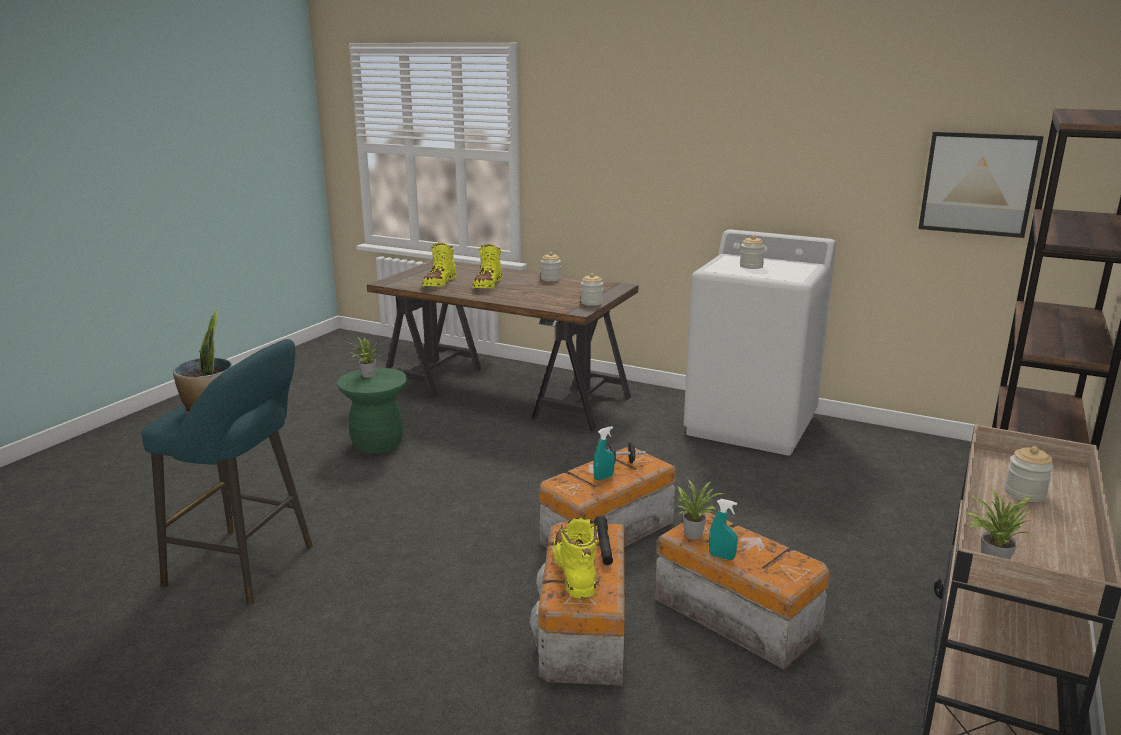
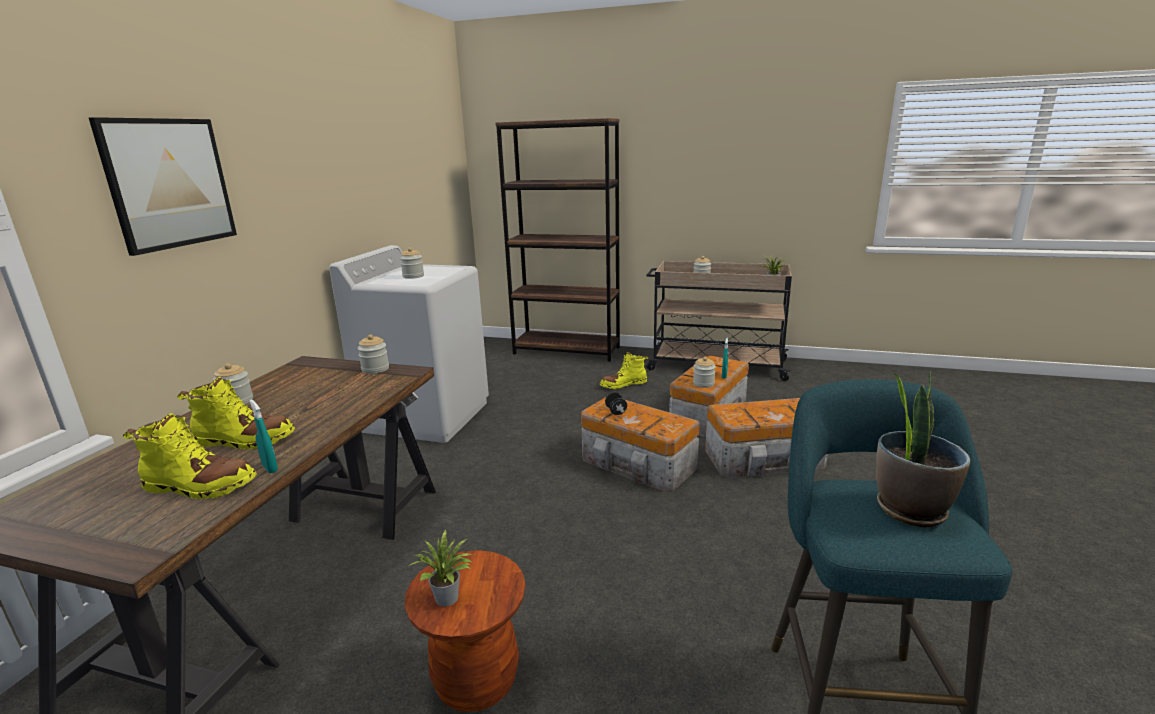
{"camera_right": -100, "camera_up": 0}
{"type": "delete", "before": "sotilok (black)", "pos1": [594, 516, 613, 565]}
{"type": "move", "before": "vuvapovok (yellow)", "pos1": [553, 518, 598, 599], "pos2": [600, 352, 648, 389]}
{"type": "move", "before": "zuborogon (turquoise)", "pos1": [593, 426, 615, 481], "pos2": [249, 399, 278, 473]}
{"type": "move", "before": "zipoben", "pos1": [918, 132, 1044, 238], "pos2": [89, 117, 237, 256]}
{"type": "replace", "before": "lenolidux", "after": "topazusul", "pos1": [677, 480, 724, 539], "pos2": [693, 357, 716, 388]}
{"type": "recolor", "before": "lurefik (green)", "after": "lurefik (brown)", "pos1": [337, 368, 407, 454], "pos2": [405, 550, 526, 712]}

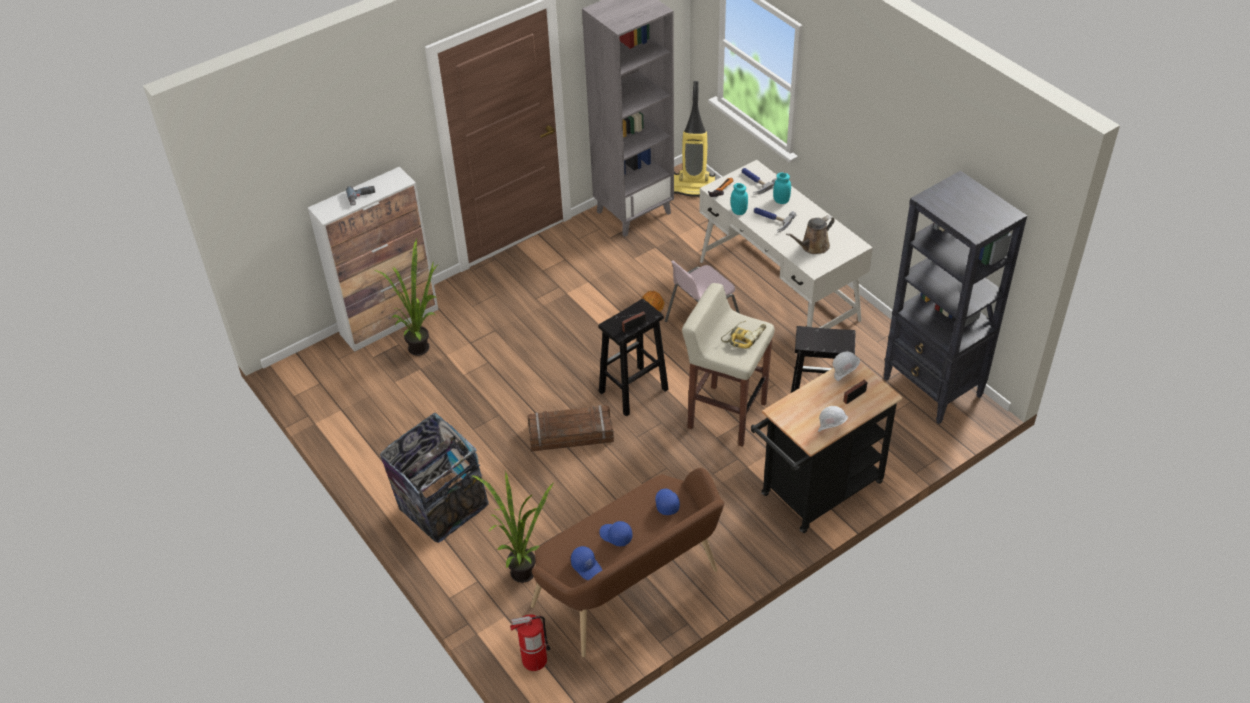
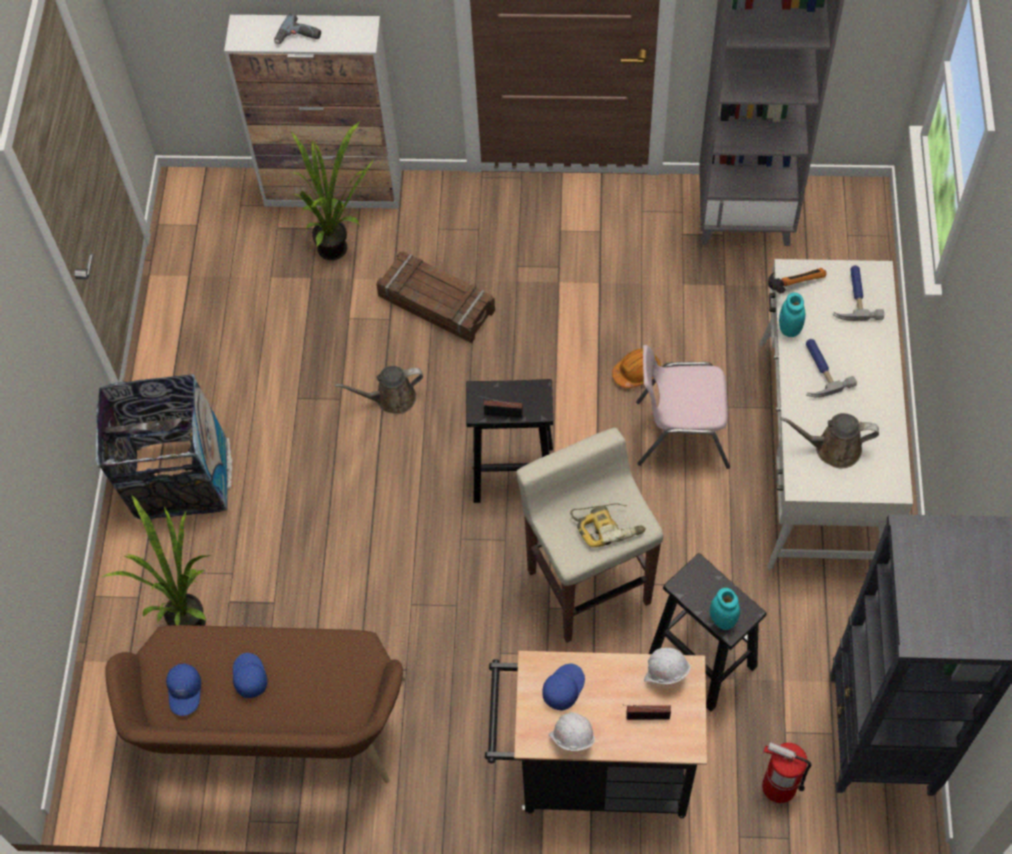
{"camera_right": 40, "camera_up": 15}
{"type": "delete", "before": "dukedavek", "pos1": [674, 81, 715, 197]}
{"type": "insert", "after": "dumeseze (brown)", "pos2": [335, 366, 423, 414]}
{"type": "move", "before": "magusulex", "pos1": [510, 614, 551, 671], "pos2": [762, 741, 811, 803]}
{"type": "move", "before": "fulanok", "pos1": [527, 405, 614, 452], "pos2": [376, 251, 495, 343]}
{"type": "move", "before": "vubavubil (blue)", "pos1": [655, 489, 680, 515], "pos2": [543, 664, 585, 711]}
{"type": "move", "before": "topazusul (turquoise)", "pos1": [773, 173, 791, 204], "pos2": [710, 588, 740, 630]}

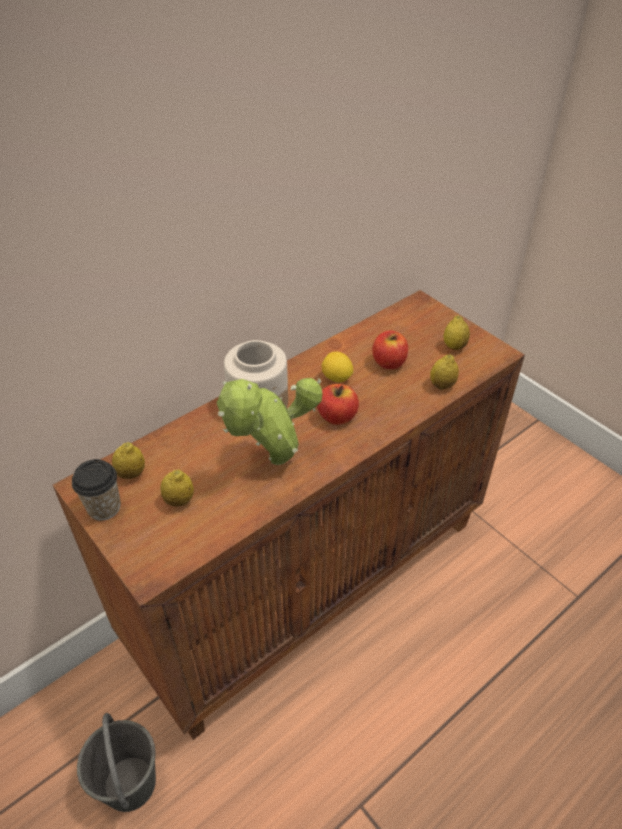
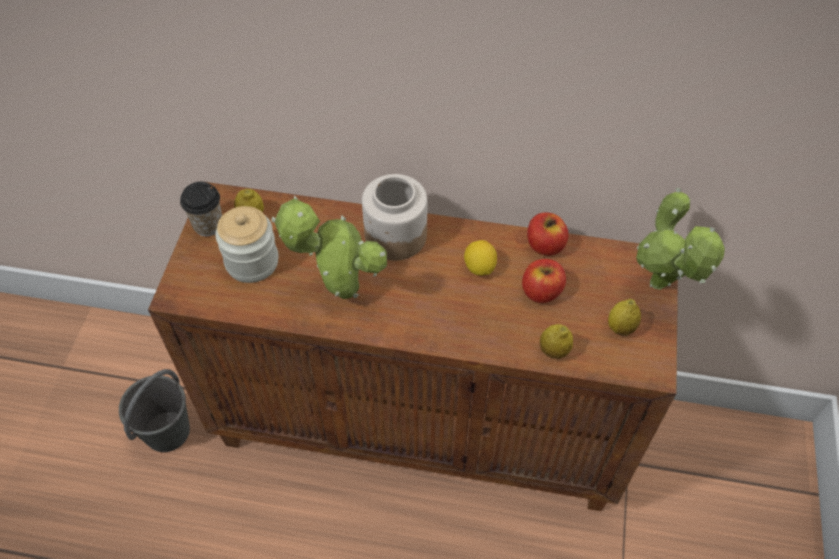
{"camera_right": 50, "camera_up": 10}
{"type": "insert", "after": "lenolidux", "pos2": [636, 188, 725, 290]}
{"type": "move", "before": "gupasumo", "pos1": [317, 384, 359, 425], "pos2": [527, 212, 569, 256]}
{"type": "replace", "before": "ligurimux", "after": "topazusul", "pos1": [160, 469, 194, 507], "pos2": [216, 206, 279, 283]}

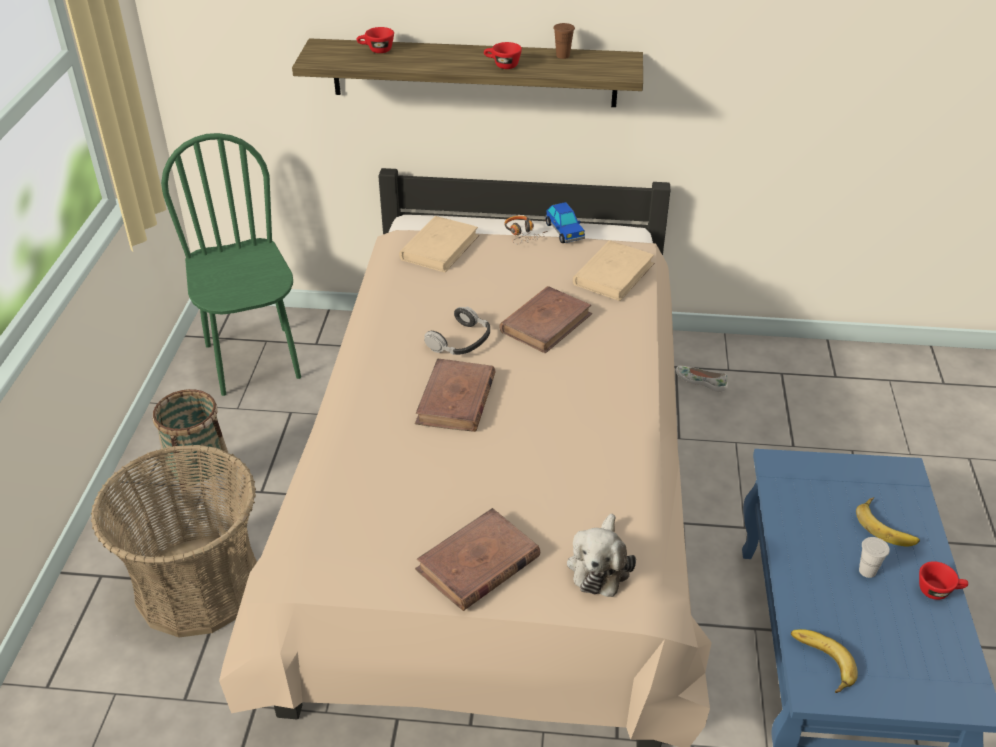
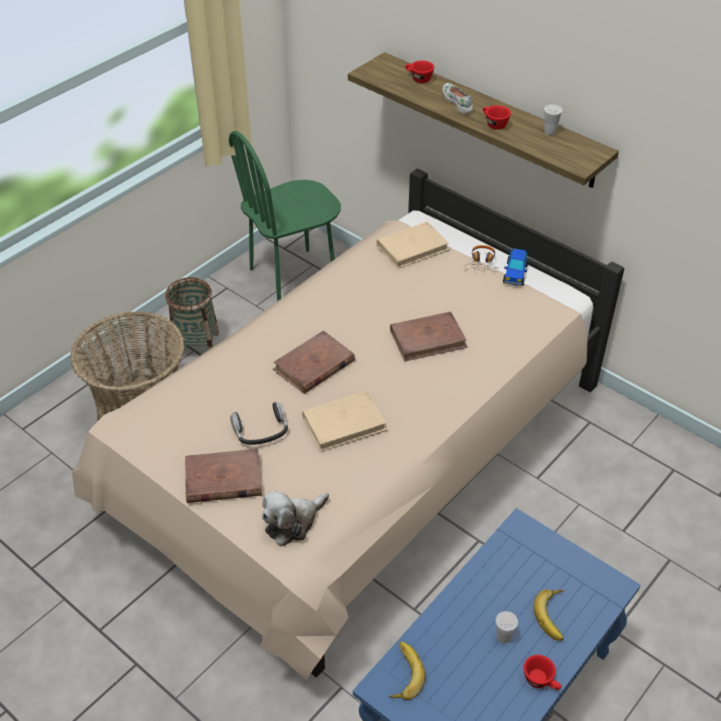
{"camera_right": 35, "camera_up": 5}
{"type": "move", "before": "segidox", "pos1": [424, 306, 490, 355], "pos2": [230, 402, 288, 445]}
{"type": "move", "before": "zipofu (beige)", "pos1": [573, 240, 654, 301], "pos2": [302, 391, 388, 452]}
{"type": "move", "before": "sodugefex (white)", "pos1": [676, 366, 728, 392], "pos2": [443, 83, 473, 114]}
{"type": "recolor", "before": "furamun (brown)", "after": "furamun (white)", "pos1": [553, 23, 575, 59], "pos2": [544, 105, 563, 135]}
{"type": "rotate", "before": "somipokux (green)", "pos1": [161, 133, 301, 396], "pos2": [229, 131, 341, 301], "turn": -135}

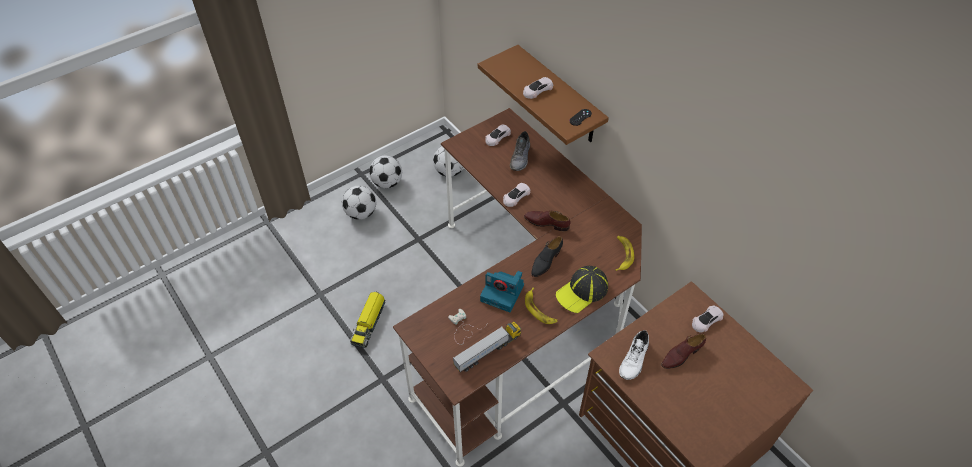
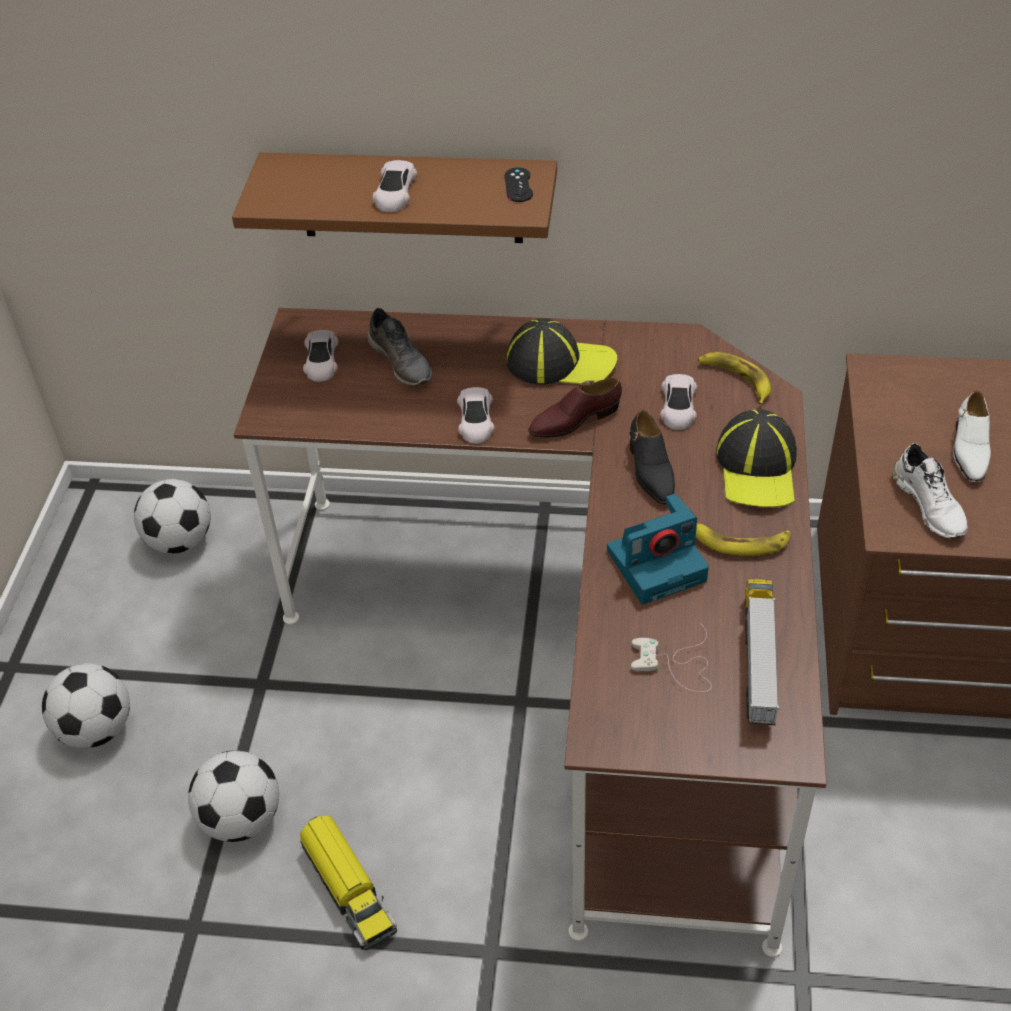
{"camera_right": -45, "camera_up": -5}
{"type": "insert", "after": "vubavubil", "pos2": [506, 318, 617, 384]}
{"type": "move", "before": "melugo", "pos1": [369, 156, 402, 188], "pos2": [188, 751, 279, 842]}
{"type": "move", "before": "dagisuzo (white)", "pos1": [692, 305, 724, 332], "pos2": [660, 374, 697, 430]}
{"type": "recolor", "before": "sodugefex (brown)", "after": "sodugefex (white)", "pos1": [661, 334, 706, 369], "pos2": [953, 391, 991, 482]}

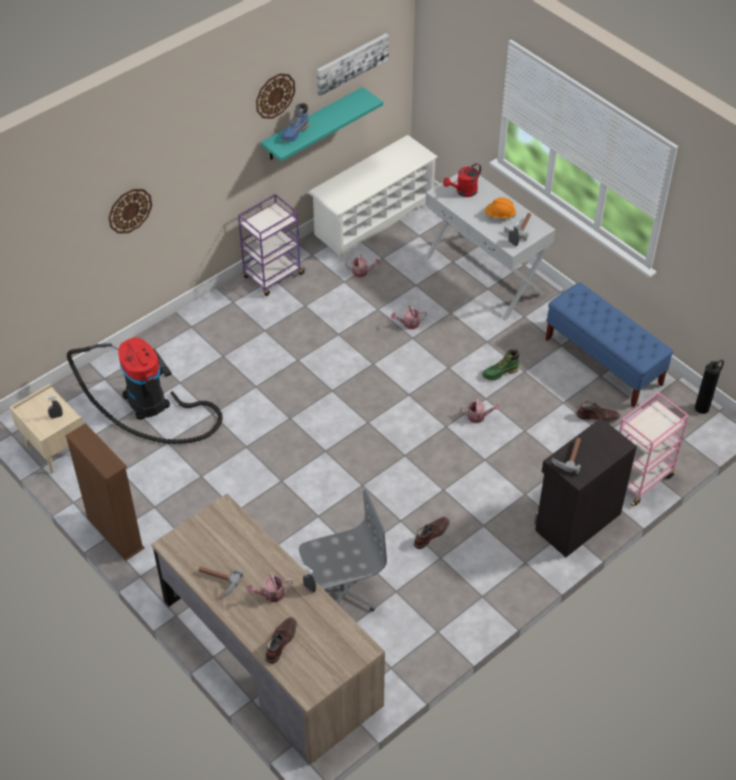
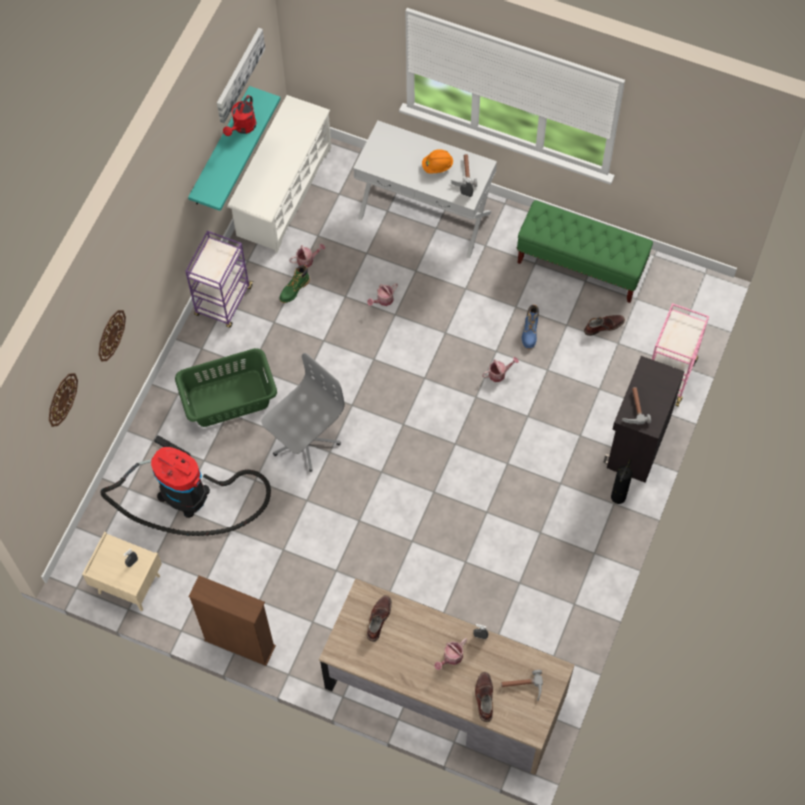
{"camera_right": -25, "camera_up": 15}
{"type": "insert", "after": "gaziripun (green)", "pos2": [175, 348, 277, 427]}
{"type": "move", "before": "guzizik", "pos1": [198, 566, 244, 597], "pos2": [501, 670, 543, 701]}
{"type": "move", "before": "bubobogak", "pos1": [256, 73, 295, 119], "pos2": [49, 373, 78, 427]}
{"type": "move", "before": "vuvapovok (blue)", "pos1": [281, 103, 309, 142], "pos2": [522, 305, 539, 349]}
{"type": "move", "before": "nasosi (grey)", "pos1": [299, 489, 387, 611], "pos2": [261, 353, 345, 472]}
{"type": "move", "before": "vuvapovok (brown)", "pos1": [414, 517, 450, 549], "pos2": [367, 595, 392, 642]}
{"type": "move", "before": "dumeseze (red)", "pos1": [443, 163, 481, 197], "pos2": [223, 95, 256, 136]}
{"type": "move", "before": "vuvapovok (green)", "pos1": [482, 349, 520, 380], "pos2": [279, 265, 310, 303]}
{"type": "move", "before": "magusulex", "pos1": [695, 360, 724, 414], "pos2": [611, 459, 633, 504]}
{"type": "recolor", "before": "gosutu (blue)", "after": "gosutu (green)", "pos1": [546, 282, 674, 407], "pos2": [517, 200, 653, 303]}

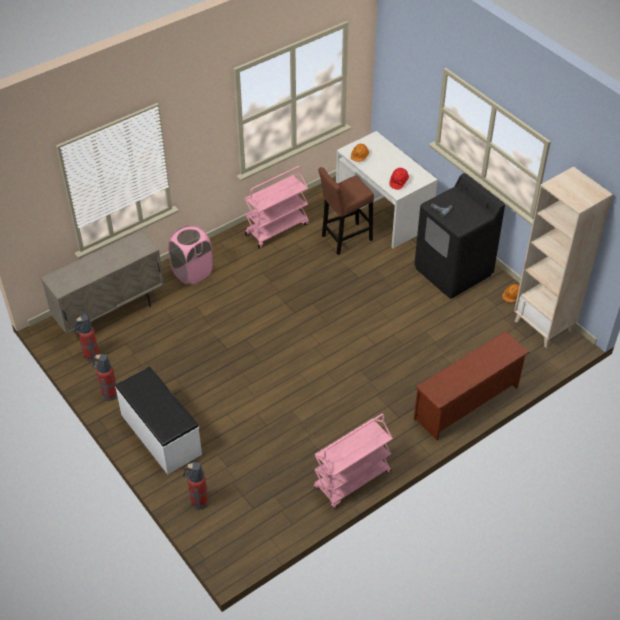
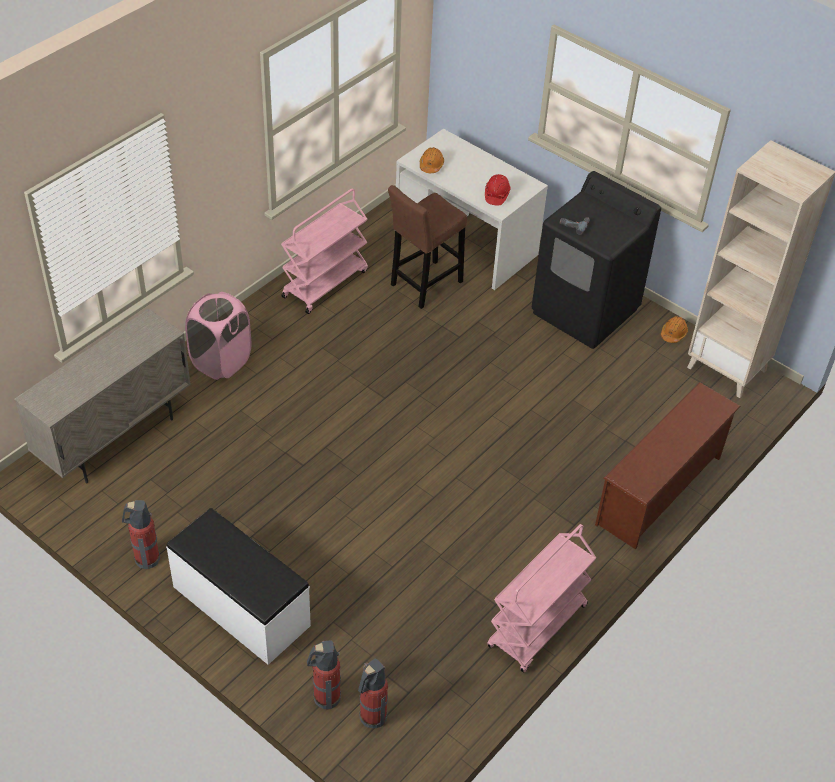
{"camera_right": -15, "camera_up": 0}
{"type": "move", "before": "magusulex", "pos1": [74, 314, 100, 362], "pos2": [358, 659, 388, 729]}

